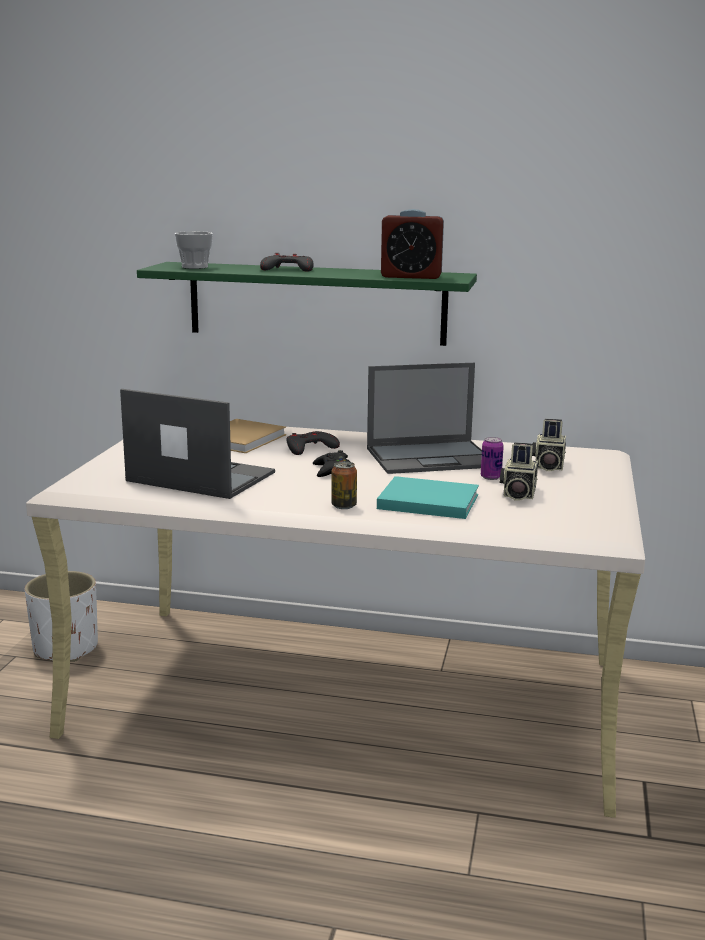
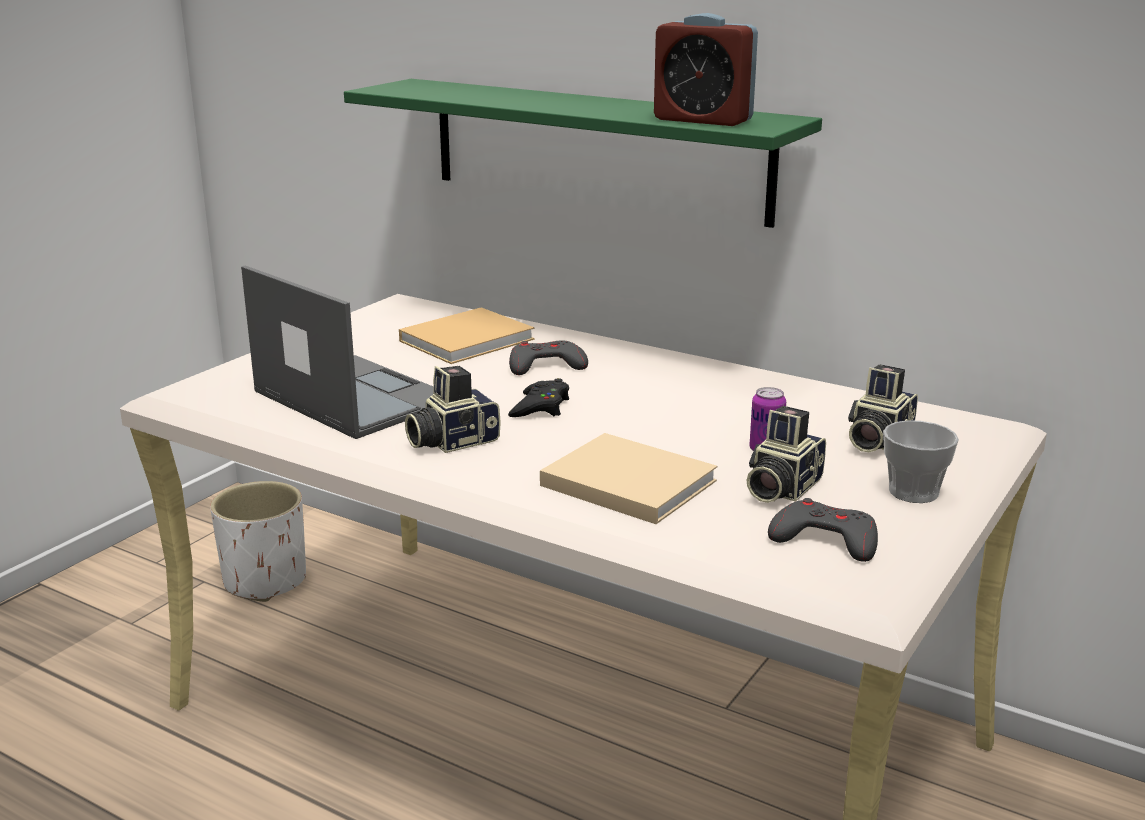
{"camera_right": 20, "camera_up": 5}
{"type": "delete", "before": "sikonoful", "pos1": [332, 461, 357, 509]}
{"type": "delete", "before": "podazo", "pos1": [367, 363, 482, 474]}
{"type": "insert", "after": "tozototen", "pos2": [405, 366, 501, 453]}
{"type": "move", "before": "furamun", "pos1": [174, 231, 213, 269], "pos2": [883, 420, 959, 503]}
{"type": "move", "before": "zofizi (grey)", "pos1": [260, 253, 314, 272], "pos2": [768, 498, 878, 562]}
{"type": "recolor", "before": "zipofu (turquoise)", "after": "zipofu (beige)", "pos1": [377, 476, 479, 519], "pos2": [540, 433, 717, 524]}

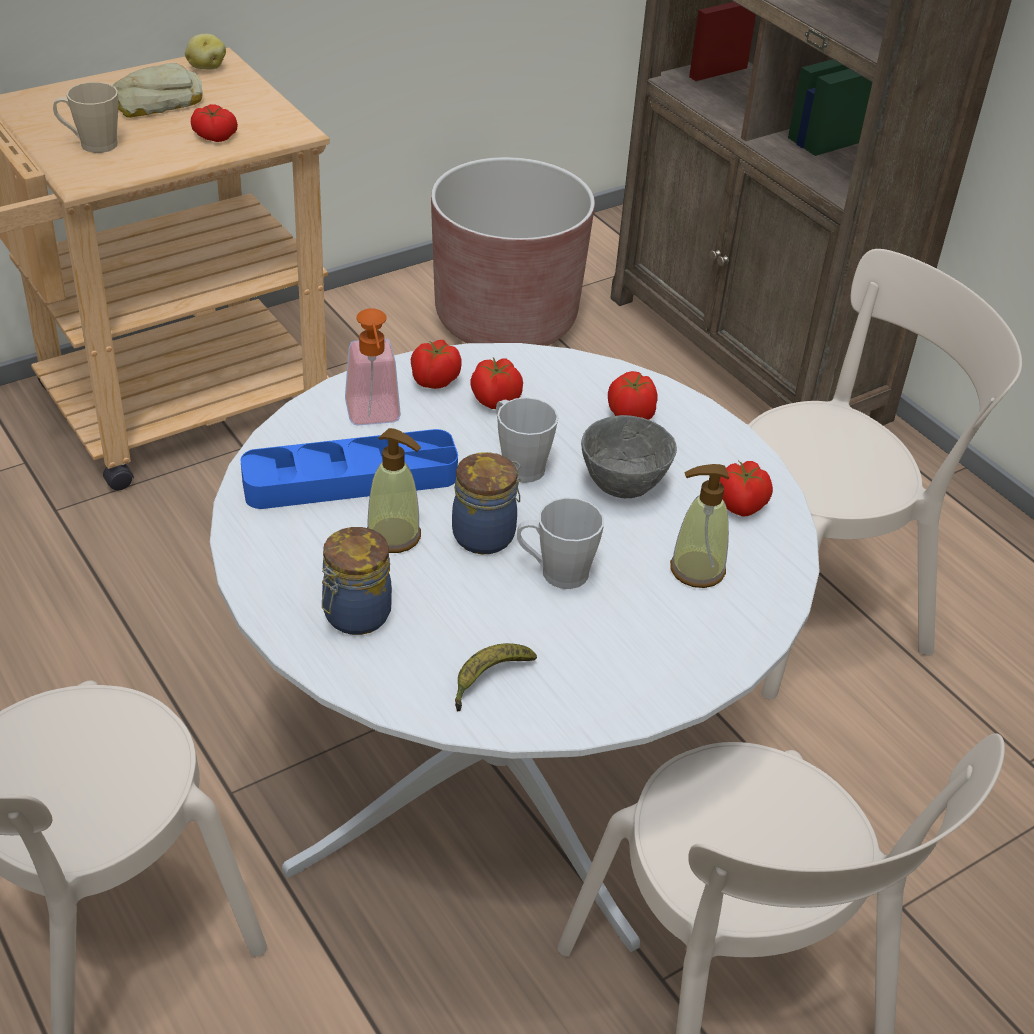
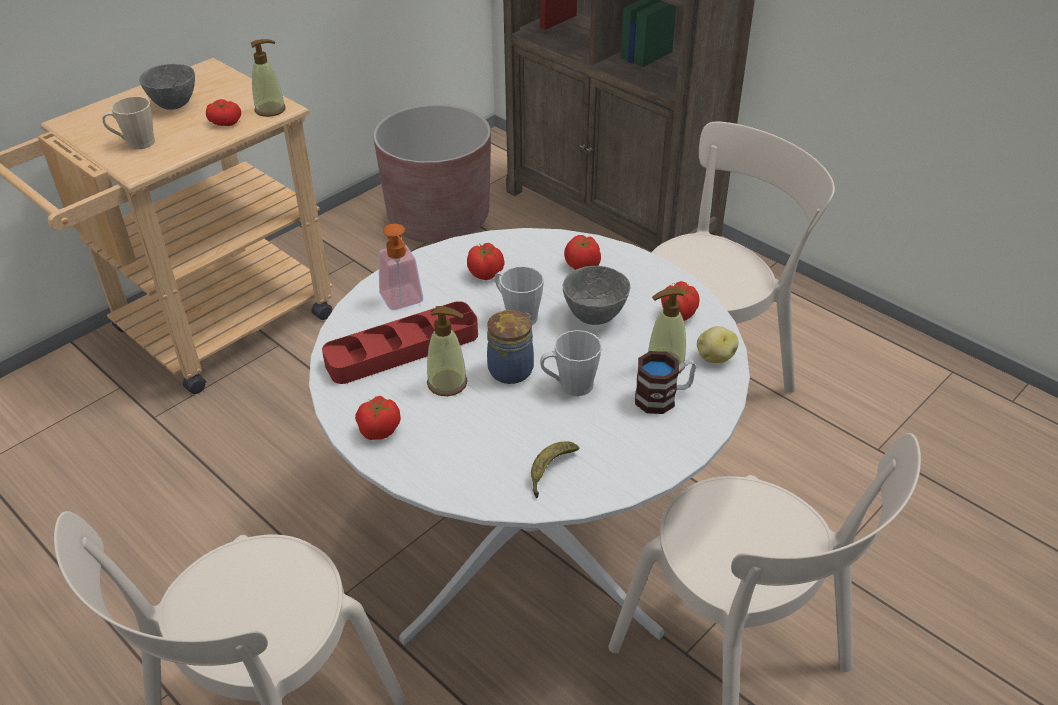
{"camera_right": -10, "camera_up": 0}
{"type": "delete", "before": "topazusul", "pos1": [322, 527, 392, 635]}
{"type": "insert", "after": "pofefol", "pos2": [251, 39, 286, 117]}
{"type": "insert", "after": "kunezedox", "pos2": [635, 351, 696, 414]}
{"type": "move", "before": "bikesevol", "pos1": [185, 34, 226, 70], "pos2": [697, 326, 739, 363]}
{"type": "move", "before": "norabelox", "pos1": [411, 340, 462, 389], "pos2": [355, 396, 401, 440]}
{"type": "replace", "before": "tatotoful", "after": "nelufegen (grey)", "pos1": [112, 63, 203, 118], "pos2": [139, 64, 195, 110]}
{"type": "recolor", "before": "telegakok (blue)", "after": "telegakok (red)", "pos1": [241, 429, 458, 509], "pos2": [322, 301, 478, 384]}

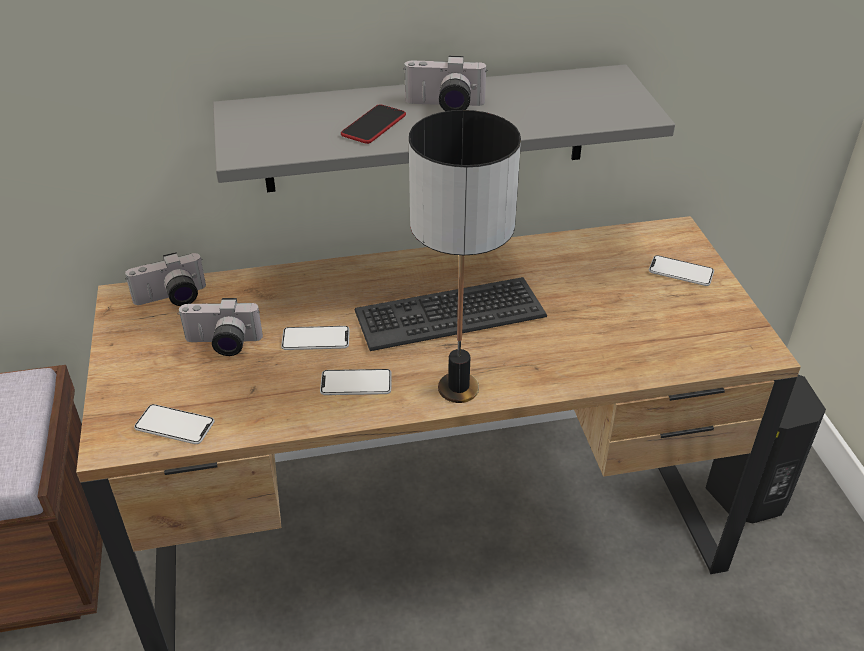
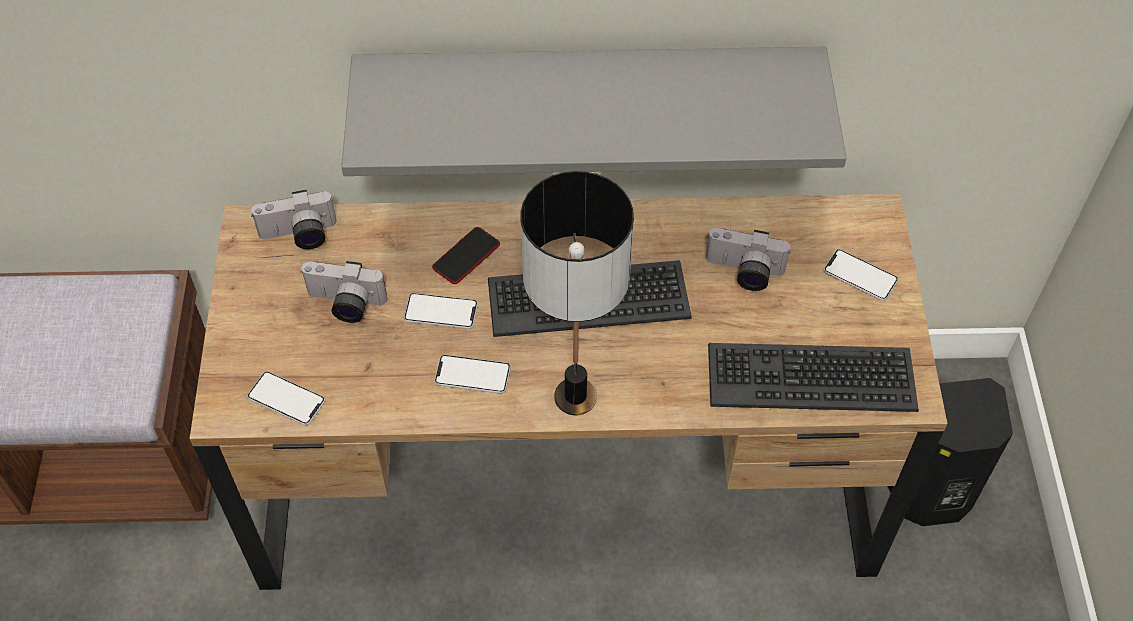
{"camera_right": 10, "camera_up": 15}
{"type": "insert", "after": "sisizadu", "pos2": [708, 343, 919, 412]}
{"type": "move", "before": "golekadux", "pos1": [341, 104, 406, 144], "pos2": [432, 227, 500, 284]}
{"type": "move", "before": "tozototen", "pos1": [403, 56, 488, 111], "pos2": [706, 228, 791, 291]}

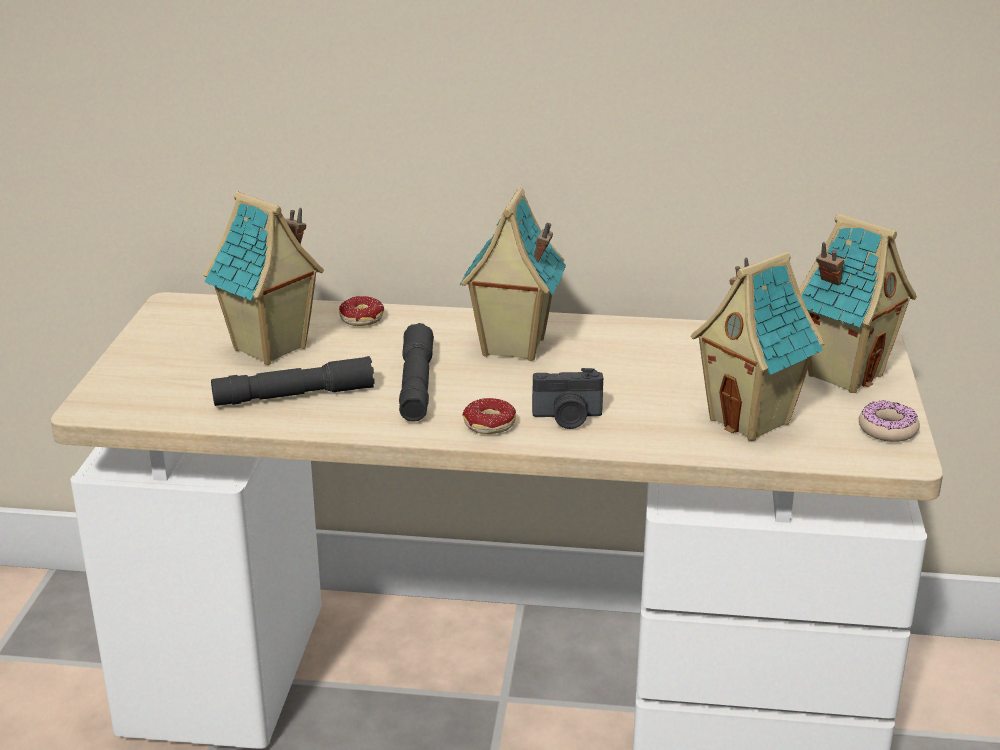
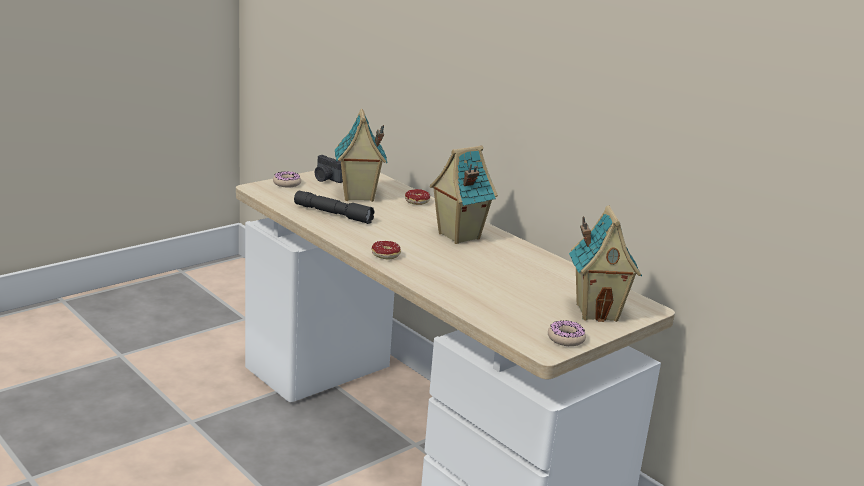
{"camera_right": 40, "camera_up": -5}
{"type": "delete", "before": "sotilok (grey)", "pos1": [399, 323, 434, 422]}
{"type": "delete", "before": "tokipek", "pos1": [691, 252, 825, 441]}
{"type": "insert", "after": "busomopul", "pos2": [273, 171, 301, 188]}
{"type": "move", "before": "tozototen", "pos1": [532, 368, 603, 429], "pos2": [315, 155, 343, 183]}

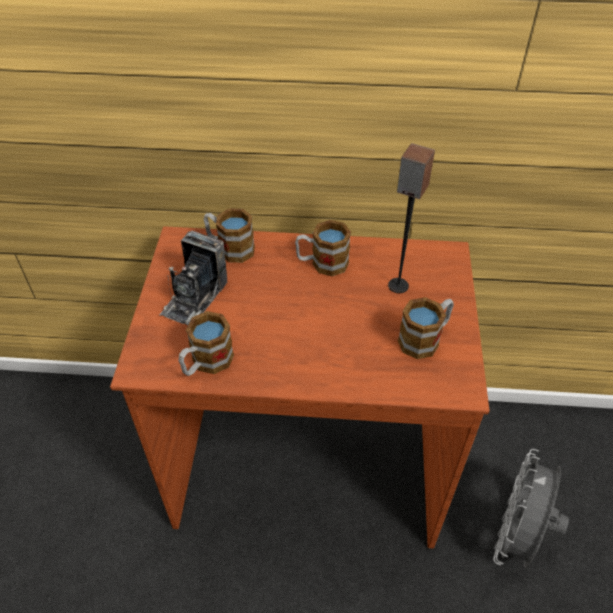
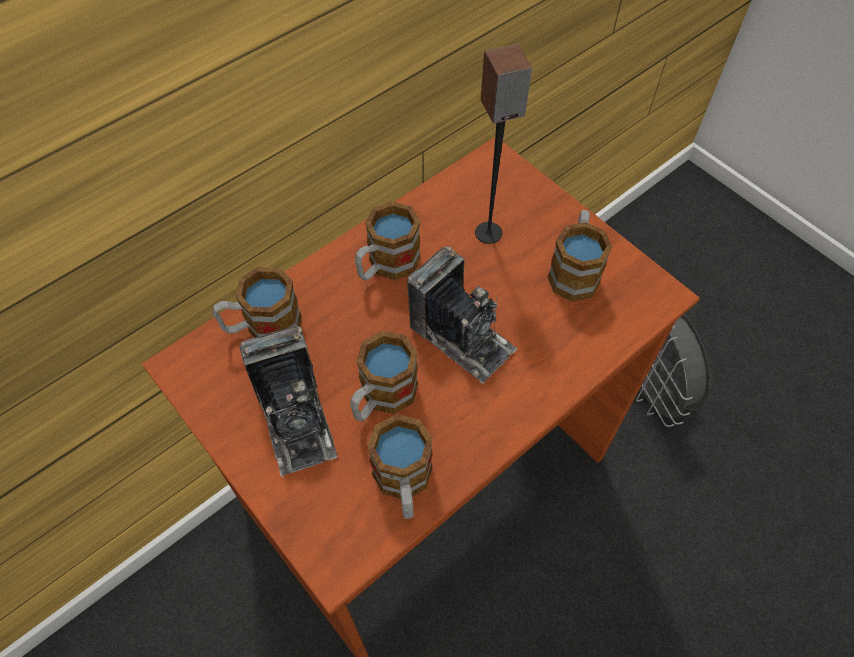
{"camera_right": -45, "camera_up": 10}
{"type": "insert", "after": "kunezedox", "pos2": [350, 331, 418, 421]}
{"type": "insert", "after": "tozototen", "pos2": [407, 246, 517, 384]}

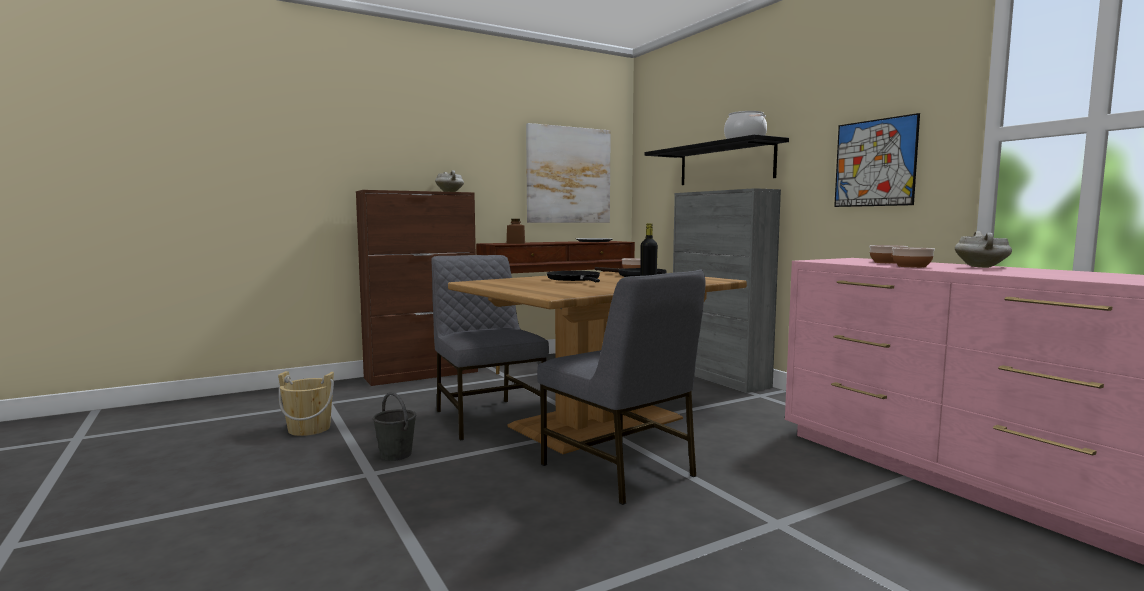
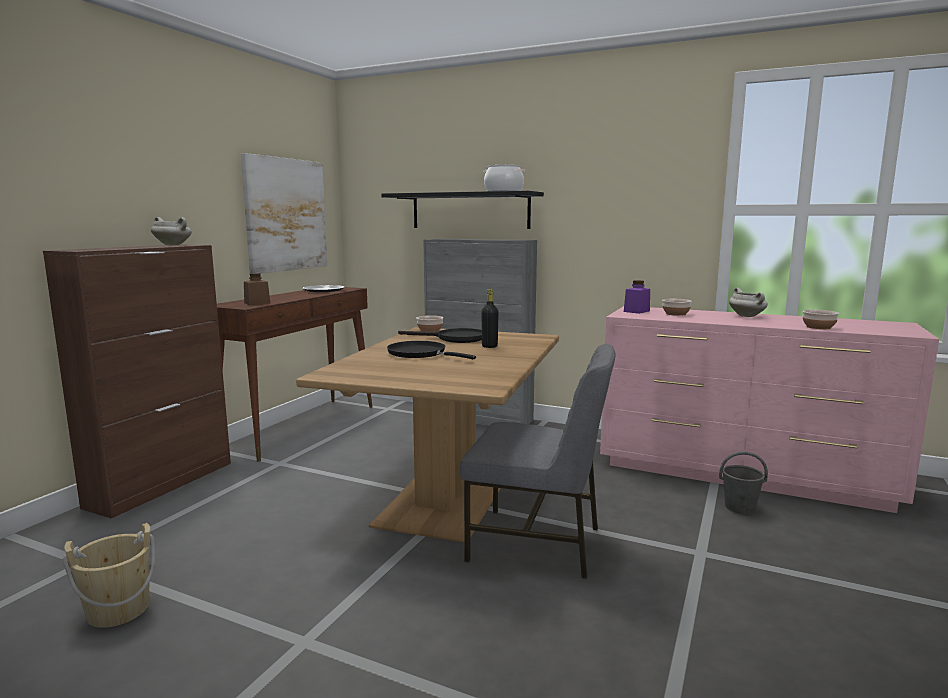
{"camera_right": -35, "camera_up": 5}
{"type": "delete", "before": "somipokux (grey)", "pos1": [431, 255, 549, 441]}
{"type": "delete", "before": "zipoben", "pos1": [834, 113, 920, 207]}
{"type": "insert", "after": "topazusul (purple)", "pos2": [624, 280, 650, 314]}
{"type": "move", "before": "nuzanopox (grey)", "pos1": [373, 392, 416, 461], "pos2": [719, 451, 768, 514]}
{"type": "move", "before": "nelufegen", "pos1": [892, 247, 935, 268], "pos2": [803, 310, 839, 329]}

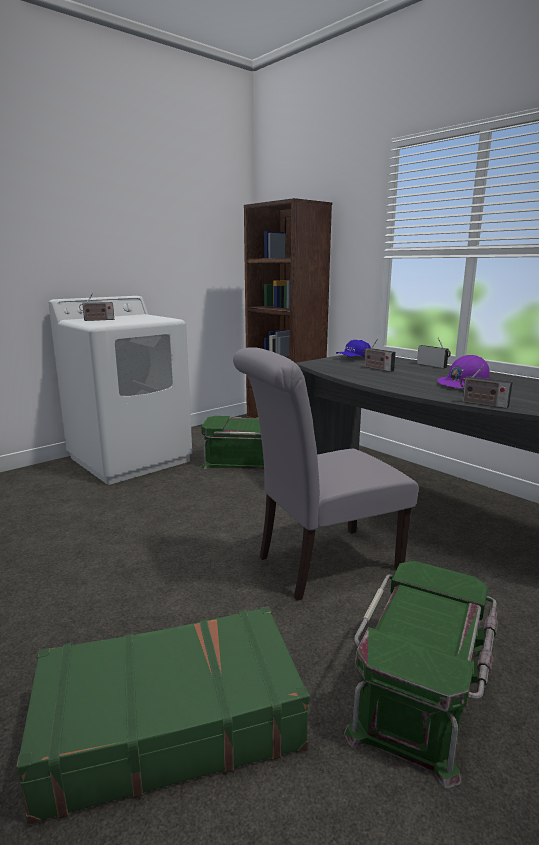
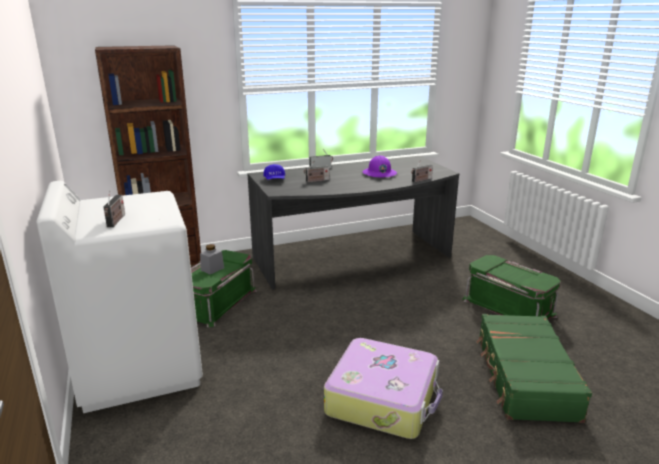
{"camera_right": -70, "camera_up": 5}
{"type": "delete", "before": "somipokux (grey)", "pos1": [233, 347, 418, 601]}
{"type": "insert", "after": "topazusul (grey)", "pos2": [200, 244, 224, 274]}
{"type": "insert", "after": "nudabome", "pos2": [324, 338, 443, 439]}

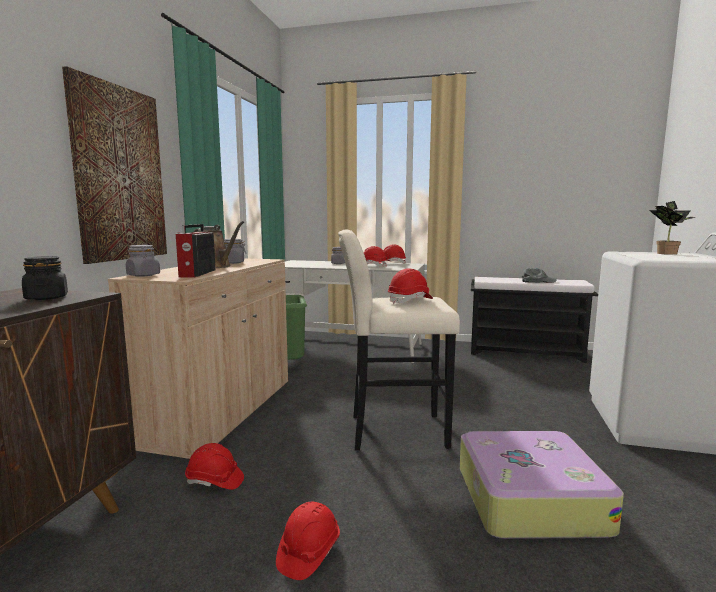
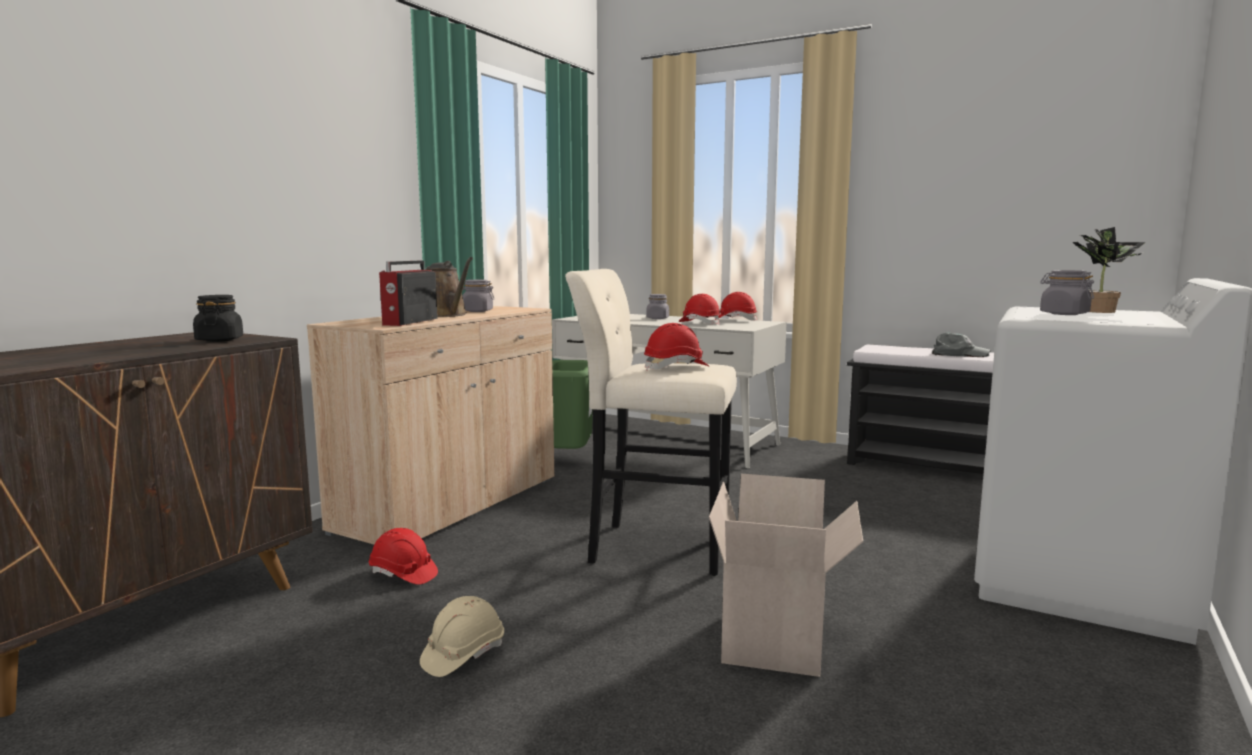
{"camera_right": 15, "camera_up": 0}
{"type": "delete", "before": "zipoben", "pos1": [62, 66, 167, 264]}
{"type": "move", "before": "topazusul (grey)", "pos1": [126, 245, 160, 277], "pos2": [1040, 270, 1094, 315]}
{"type": "replace", "before": "nudabome", "after": "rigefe", "pos1": [460, 431, 624, 539], "pos2": [709, 474, 863, 677]}
{"type": "recolor", "before": "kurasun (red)", "after": "kurasun (beige)", "pos1": [276, 502, 340, 580], "pos2": [420, 596, 504, 677]}

